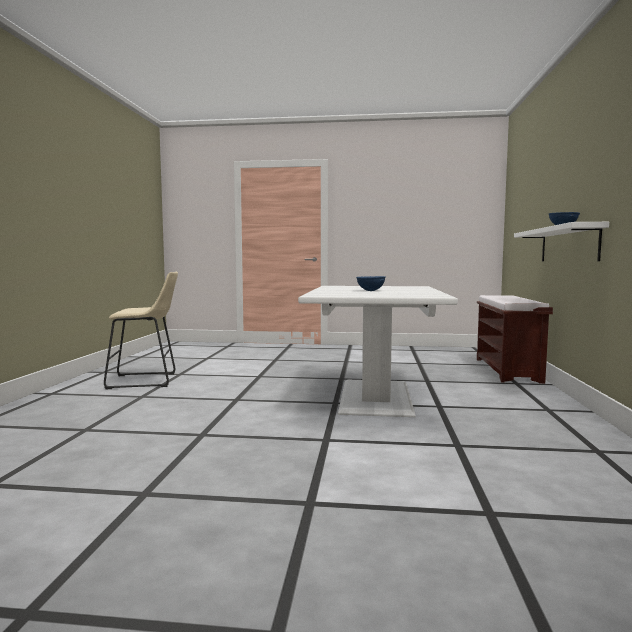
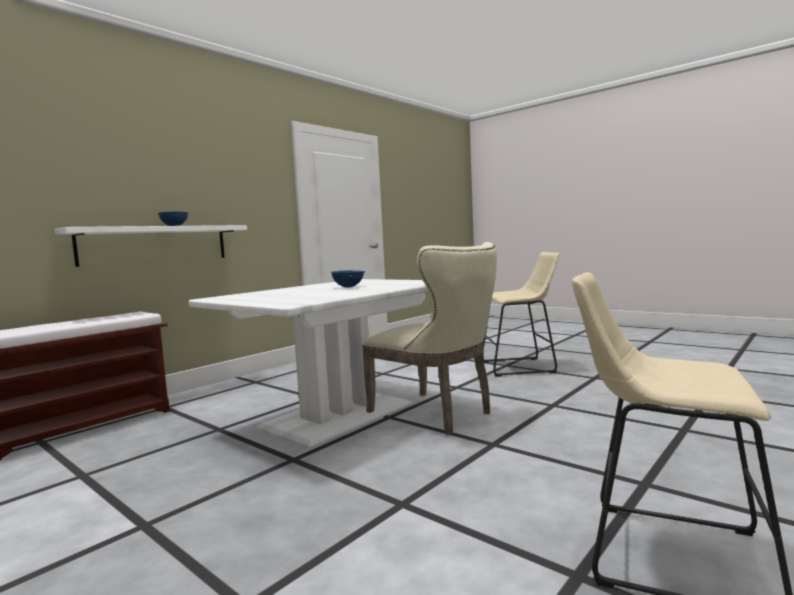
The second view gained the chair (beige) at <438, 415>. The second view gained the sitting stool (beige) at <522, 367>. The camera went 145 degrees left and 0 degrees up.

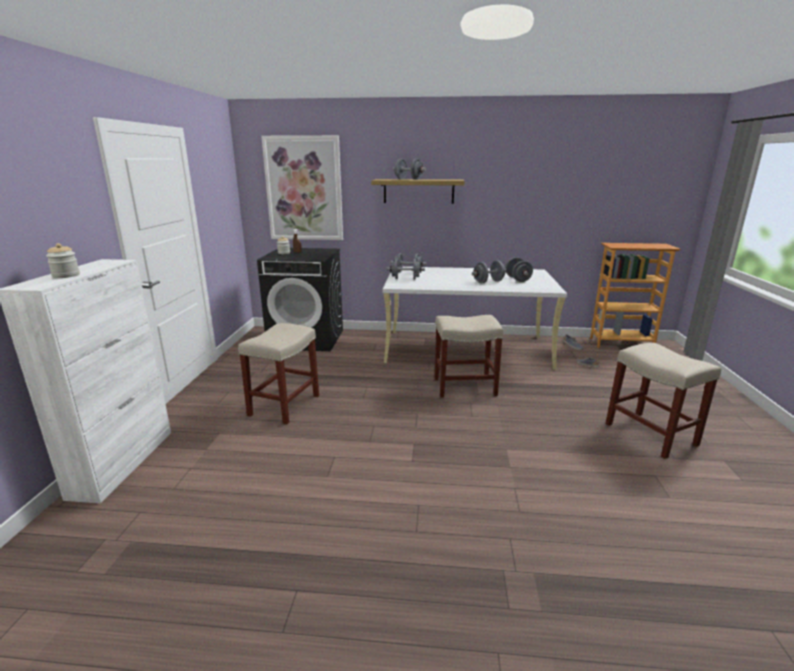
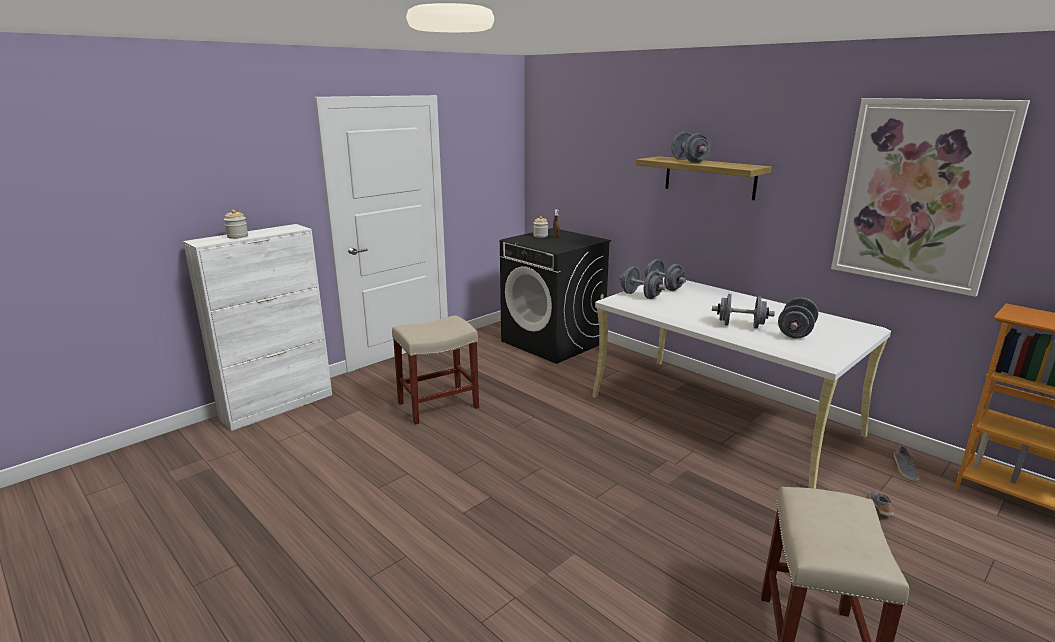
The picture ended up elsewhere, having gone from <304, 189> to <919, 194>. The second view lost the sitting stool (beige) at <463, 387>. The camera went 40 degrees right and 0 degrees up.

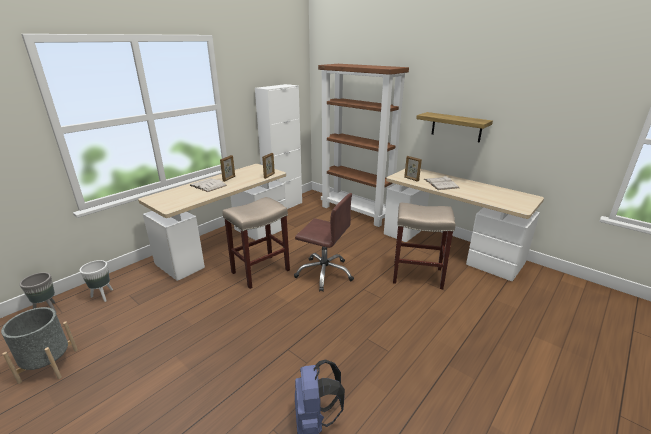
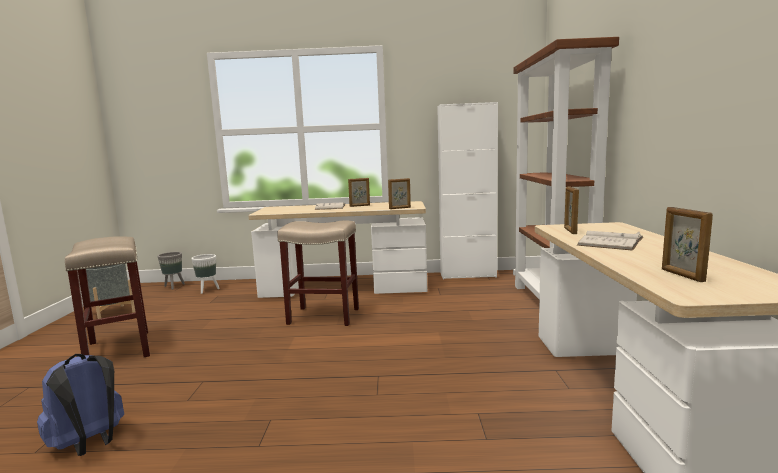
The second view lost the wall shelf at <456, 127>. The second view lost the office chair (brown-coloured) at <324, 273>. The sitting stool (beige) ended up elsewhere, having gone from <416, 275> to <118, 349>. The second view gained the photo frame at <682, 275>. The camera went 50 degrees right and 15 degrees down.

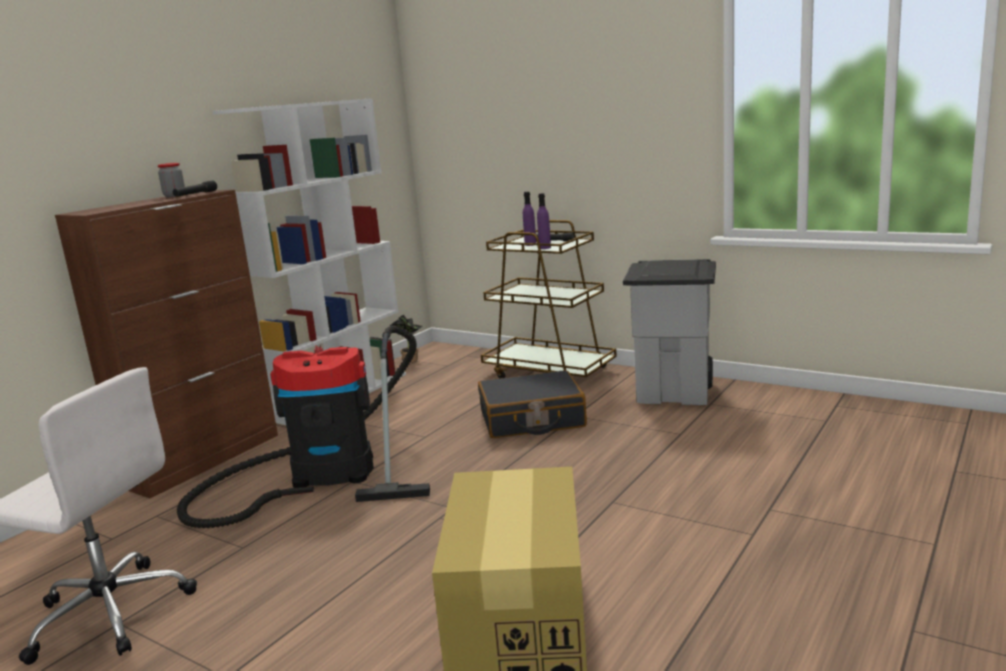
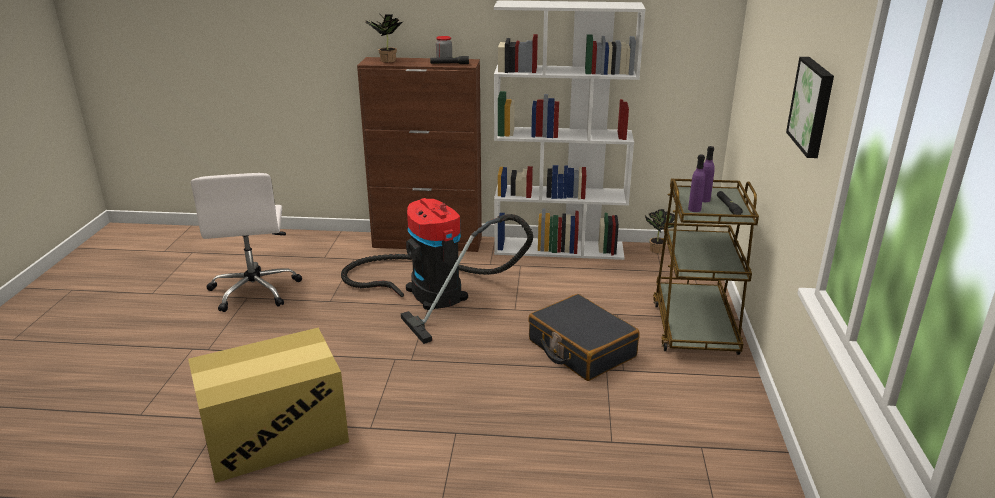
The second view lost the trash can (greyish) at <675, 393>. The second view gained the plant in a pot at <385, 61>. The second view gained the picture at <813, 106>. The camera went 60 degrees right and 10 degrees up.

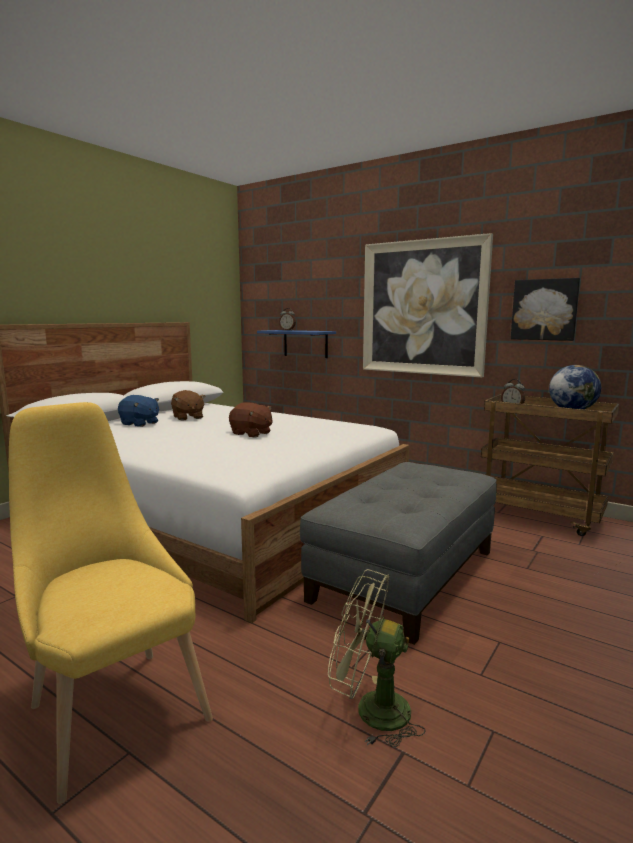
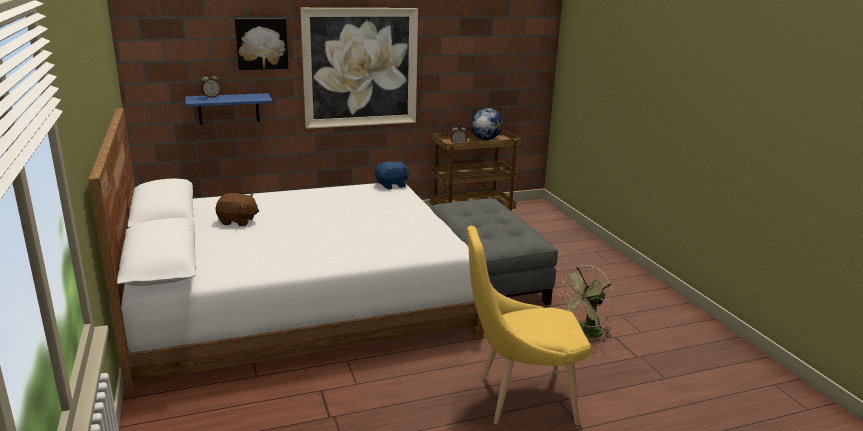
The picture ended up elsewhere, having gone from <544, 309> to <261, 43>. The plush toy (bluish) ended up elsewhere, having gone from <139, 423> to <392, 185>. The second view lost the plush toy (brown-coloured) at <251, 434>. The camera went 55 degrees left and 10 degrees up.

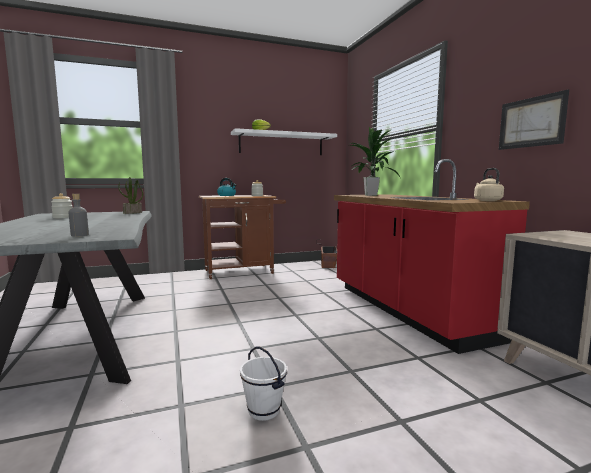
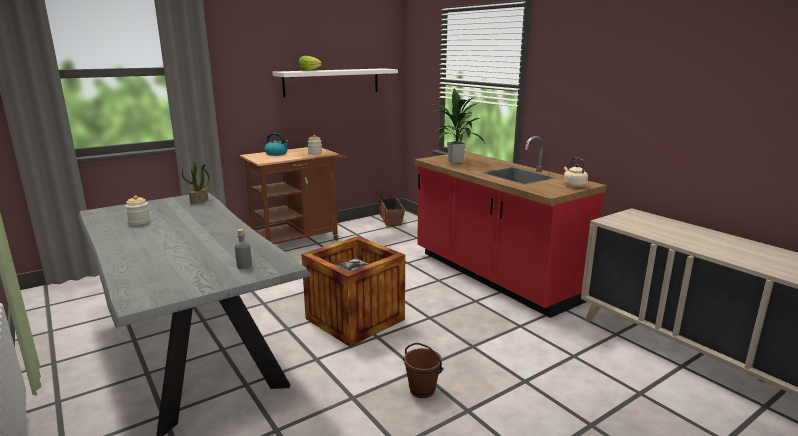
The second view lost the picture at <531, 122>. What was the pail (whitish) at <264, 410> turned into the pail (brown-coloured) at <422, 390>. The second view gained the crate at <355, 319>. The camera went 15 degrees left and 10 degrees up.

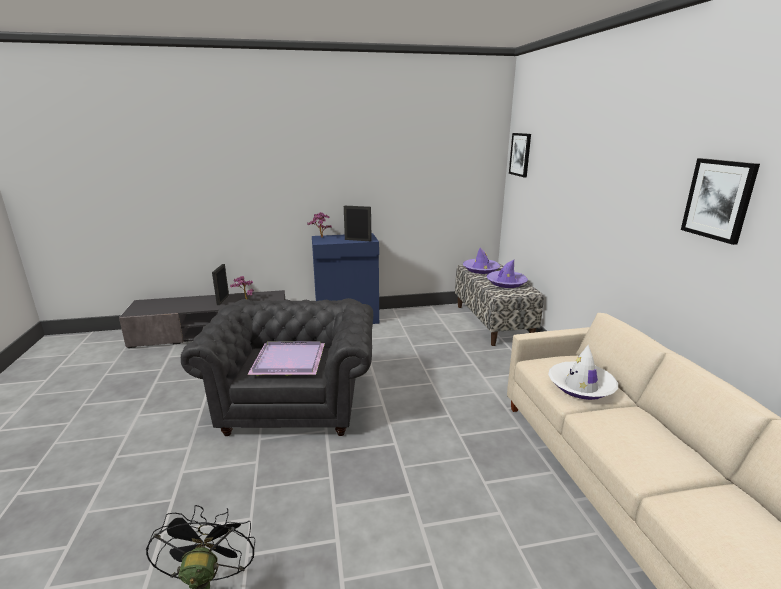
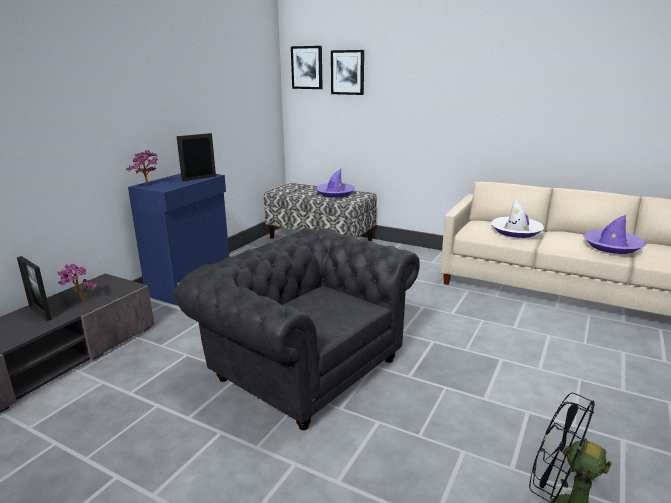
The picture ended up elsewhere, having gone from <719, 199> to <347, 72>. The clothing hat (purple-coloured) ended up elsewhere, having gone from <481, 269> to <612, 246>. The second view lost the tray (purple-coloured) at <287, 361>. The camera went 50 degrees left and 0 degrees up.

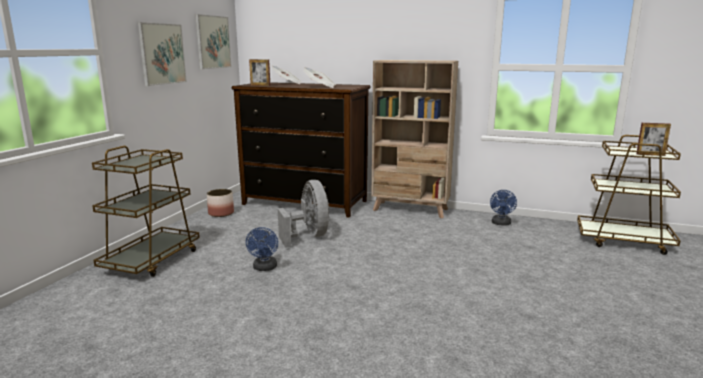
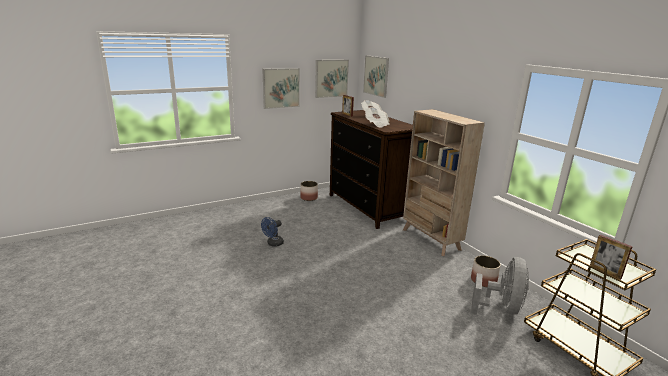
The second view lost the trolley (brown-coloured) at <152, 260>. The electric fan (greyish) ended up elsewhere, having gone from <309, 236> to <501, 308>. Where the electric fan (bluish) stood at <501, 224>, the planter came to stand at <483, 281>. The second view gained the picture at <376, 76>. The camera went 40 degrees right and 5 degrees up.

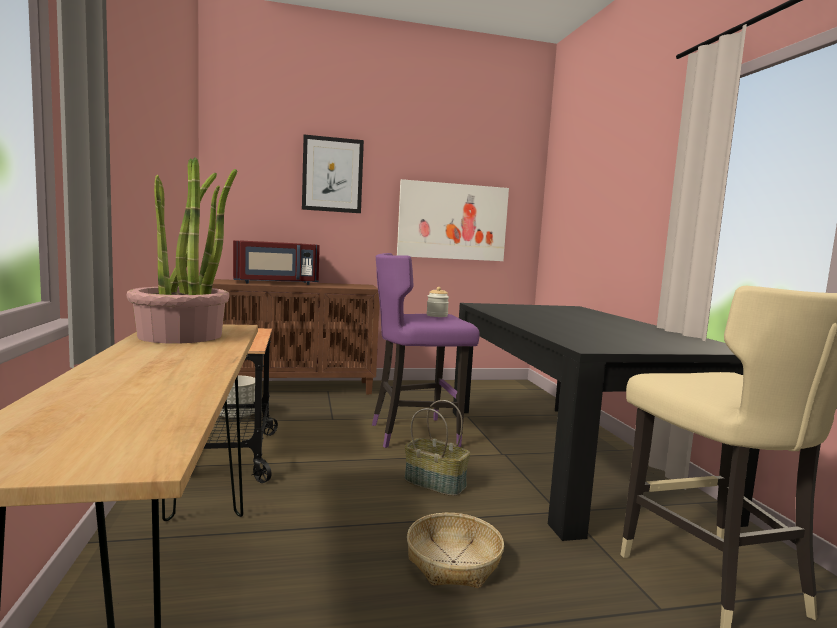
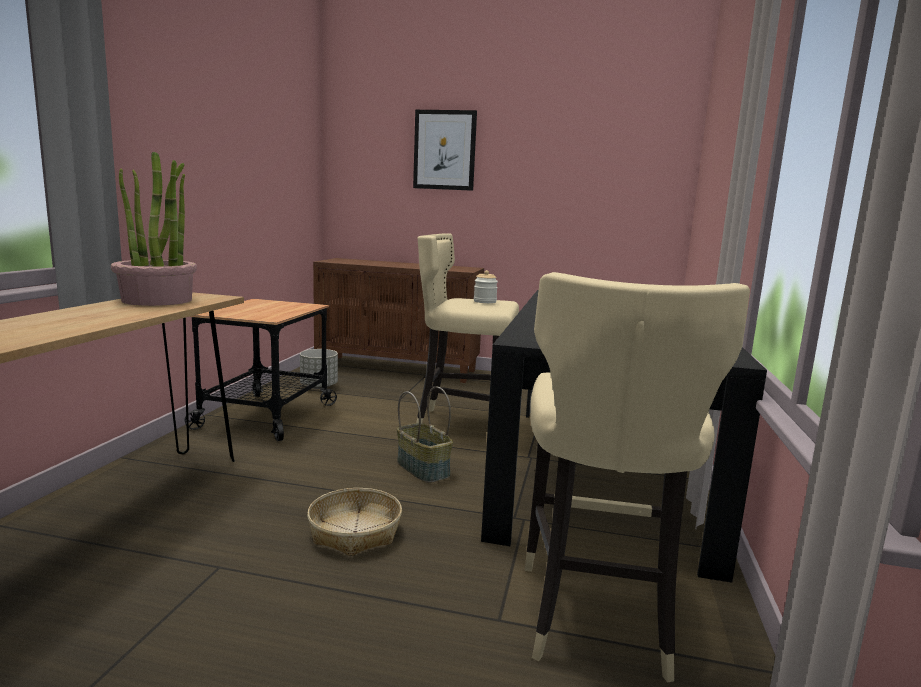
The second view lost the picture at <452, 221>. The second view lost the microwave (reddish) at <276, 283>. What was the sitting stool (purple-coloured) at <416, 433> turned into the sitting stool (beige) at <462, 424>. The camera went 25 degrees right and 5 degrees up.

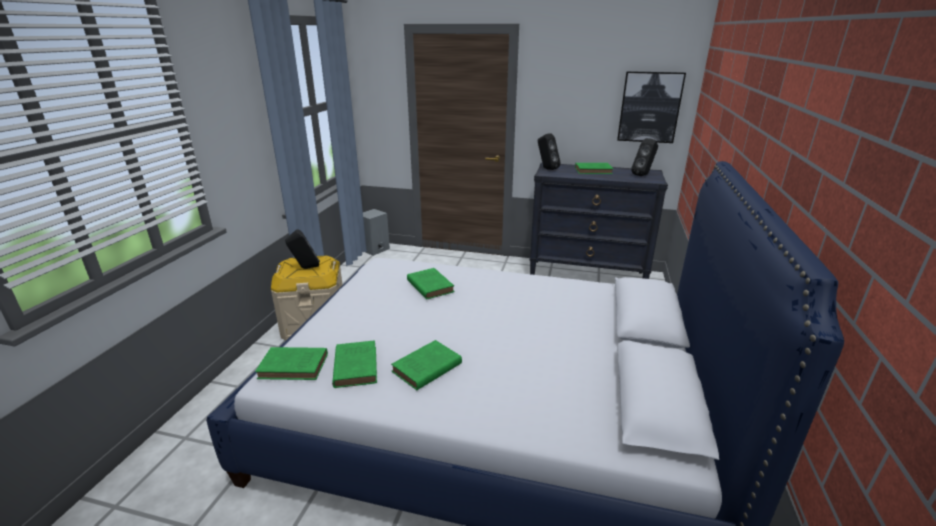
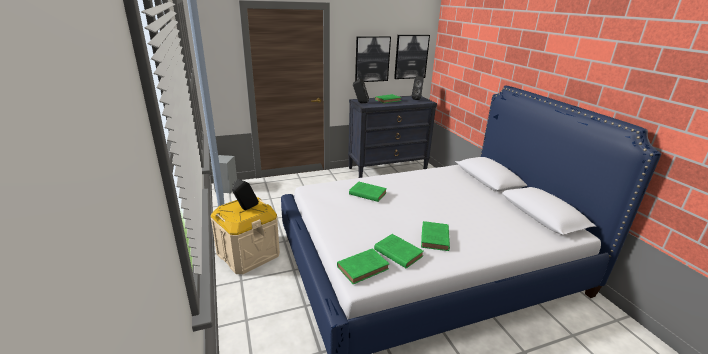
The second view gained the picture at <372, 59>. The camera went 35 degrees left and 0 degrees up.

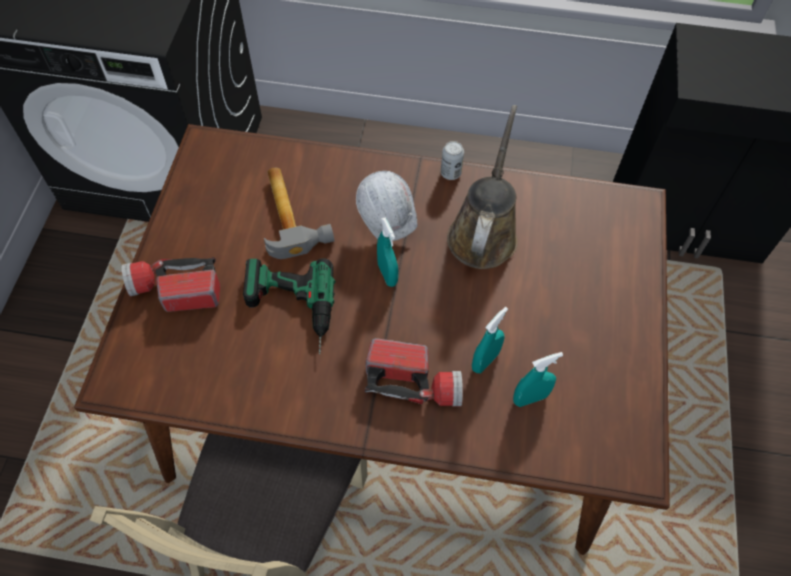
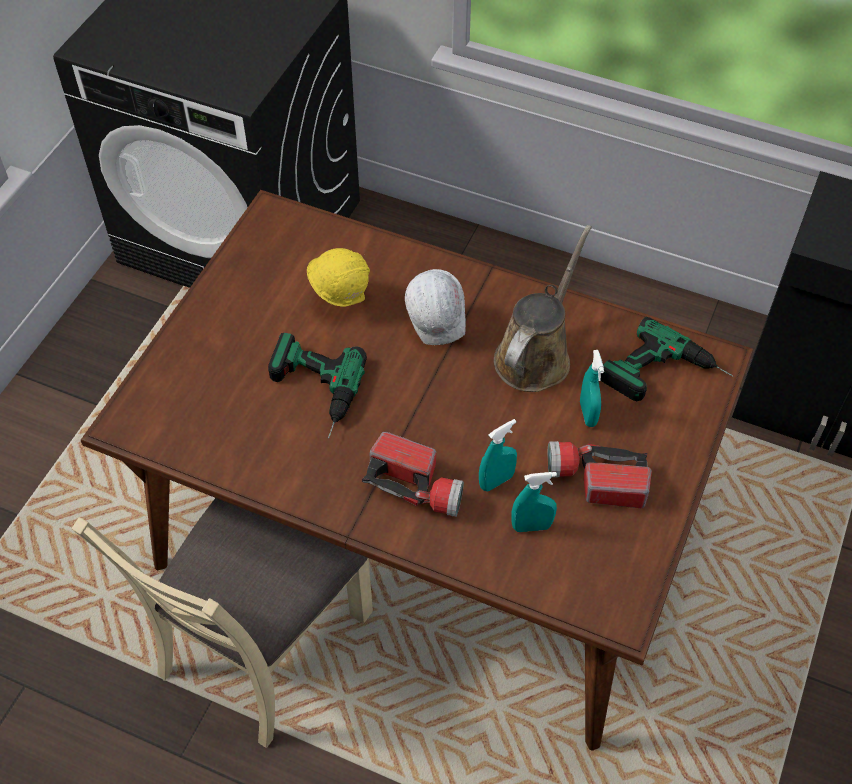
The second view lost the sealed can at <450, 173>. Where the hand hammer stood at <291, 214>, the safety helmet (yellow) came to stand at <340, 299>. The hand sprayer (turquoise-coloured) ended up elsewhere, having gone from <387, 274> to <588, 414>. The torch ended up elsewhere, having gone from <175, 290> to <595, 480>. The second view gained the power drill at <666, 377>. The camera went 15 degrees right and 5 degrees down.

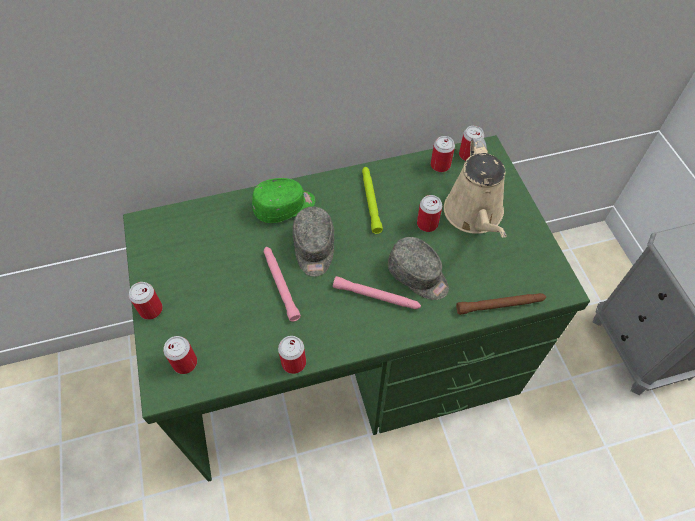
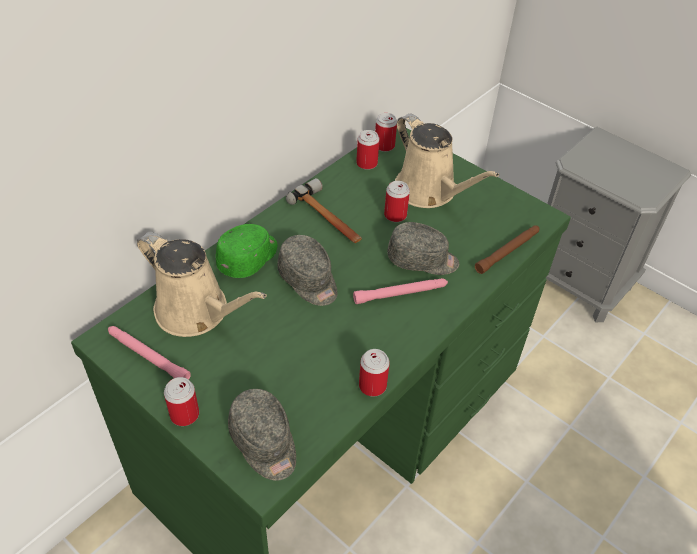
Where the torch (green-coloured) stood at <370, 201>, the hand hammer came to stand at <328, 218>. The torch (pinkish) ended up elsewhere, having gone from <280, 284> to <147, 356>. Where the sealed can stood at <185, 363>, the peaked cap (greyish) came to stand at <264, 443>. The second view gained the watering can (beige) at <197, 312>. The camera went 35 degrees left and 10 degrees down.

